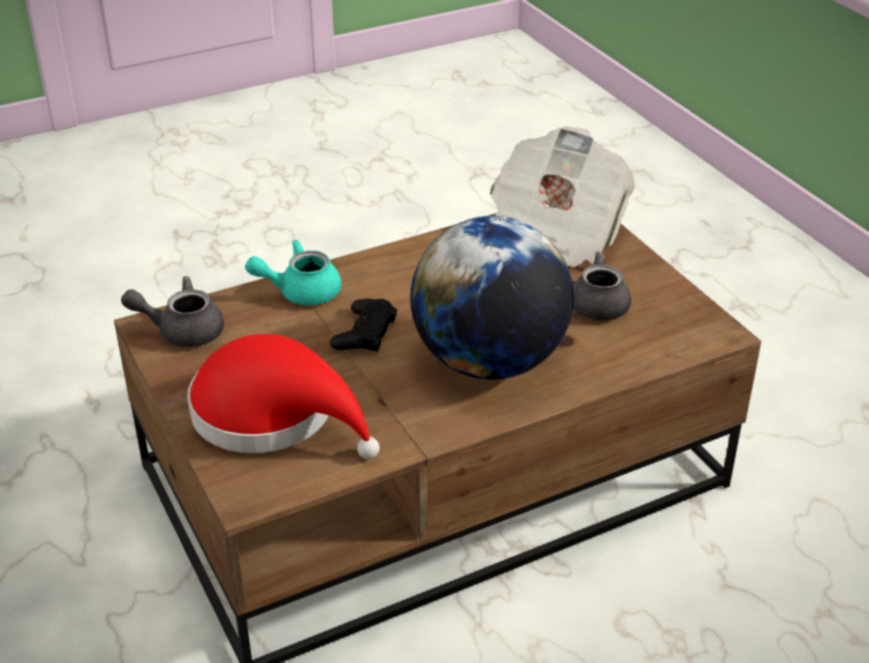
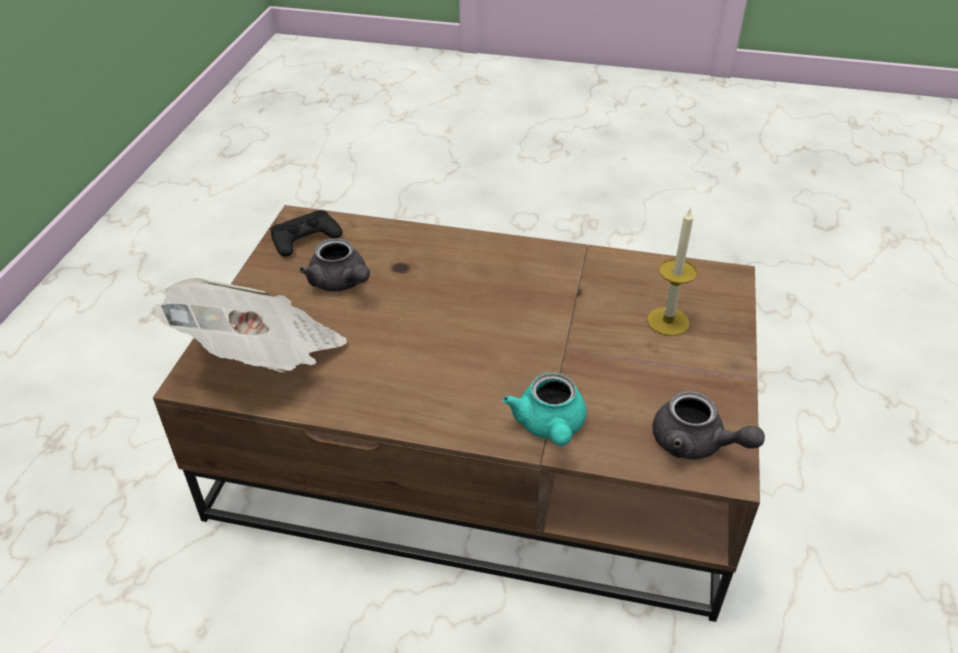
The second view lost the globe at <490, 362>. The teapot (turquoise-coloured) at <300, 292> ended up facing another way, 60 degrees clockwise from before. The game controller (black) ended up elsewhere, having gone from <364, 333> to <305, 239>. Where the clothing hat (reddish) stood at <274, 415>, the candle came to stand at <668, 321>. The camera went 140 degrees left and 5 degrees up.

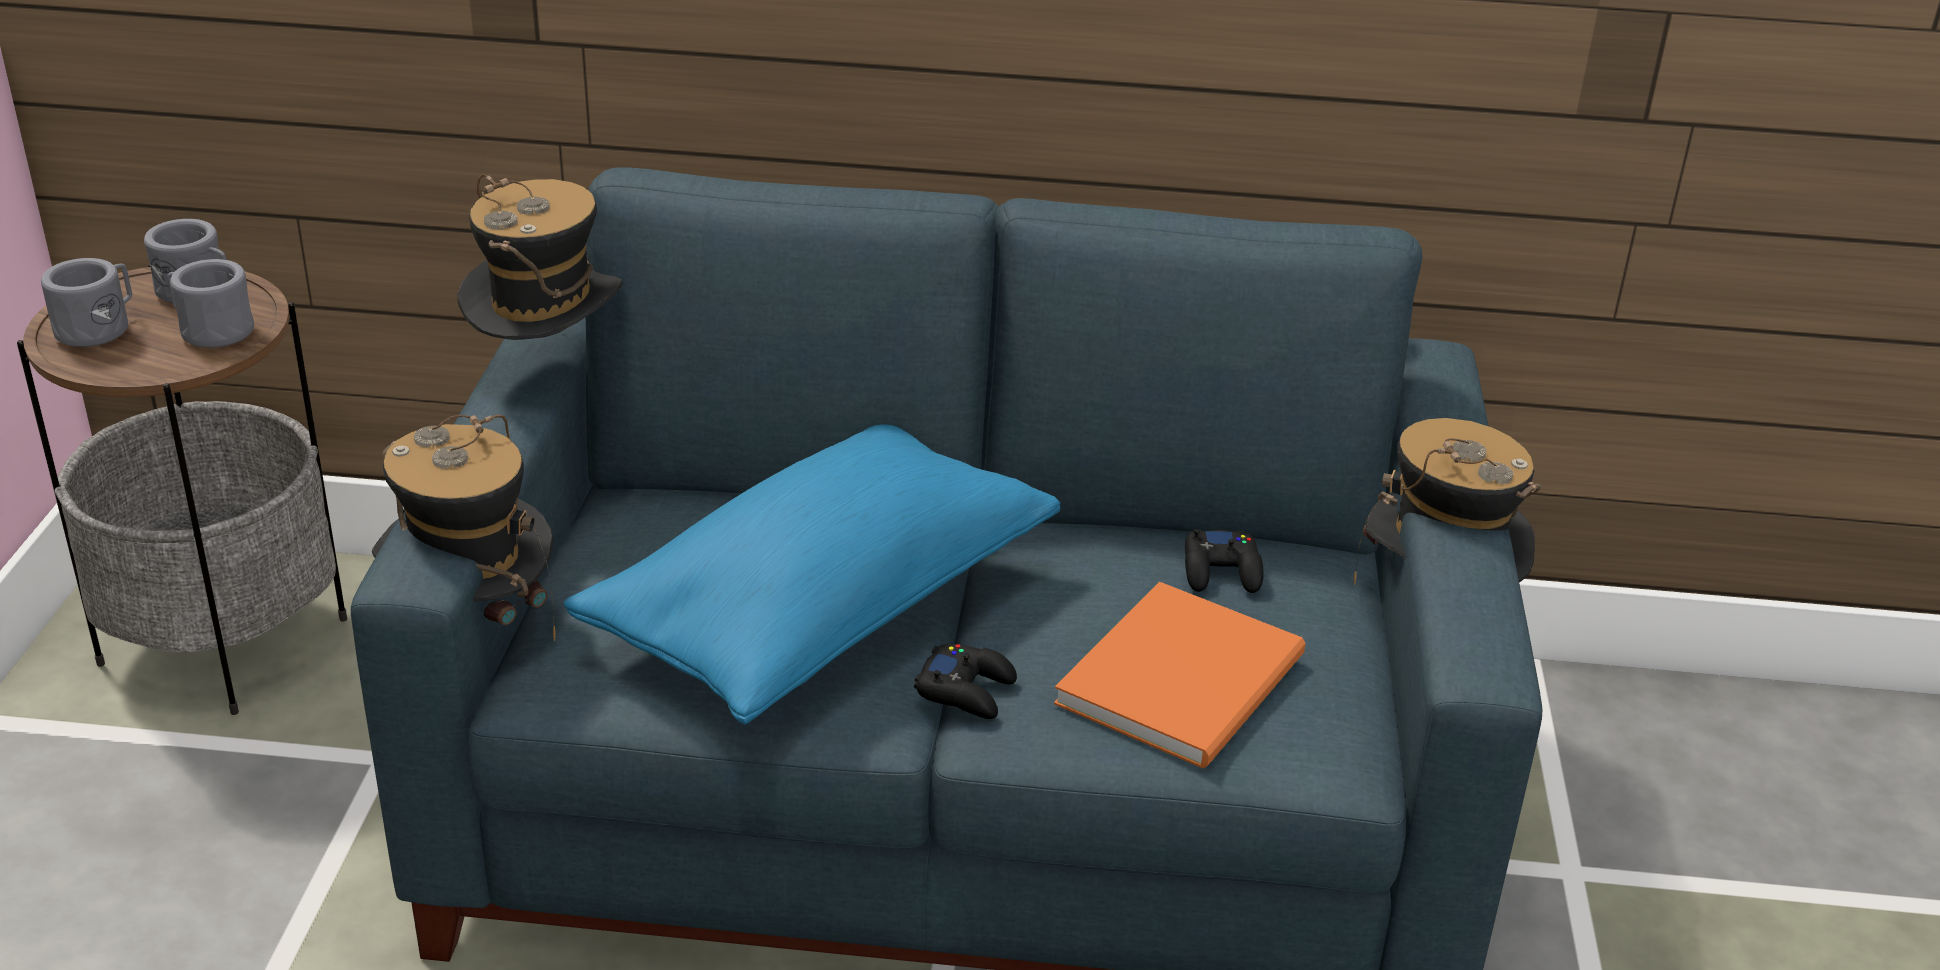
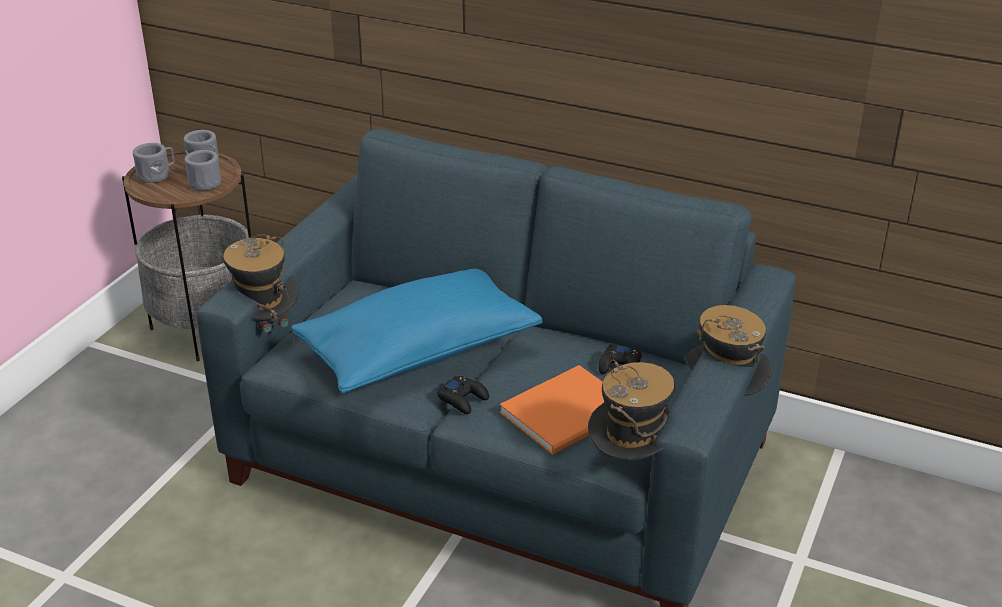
The clothing hat ended up elsewhere, having gone from <548, 370> to <632, 467>. The camera went 20 degrees right and 0 degrees up.

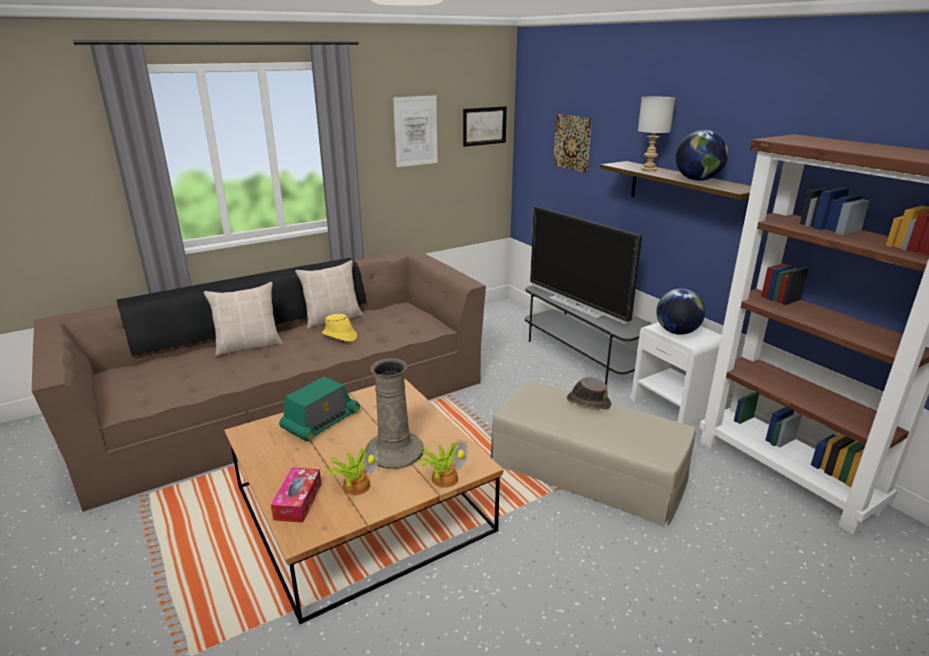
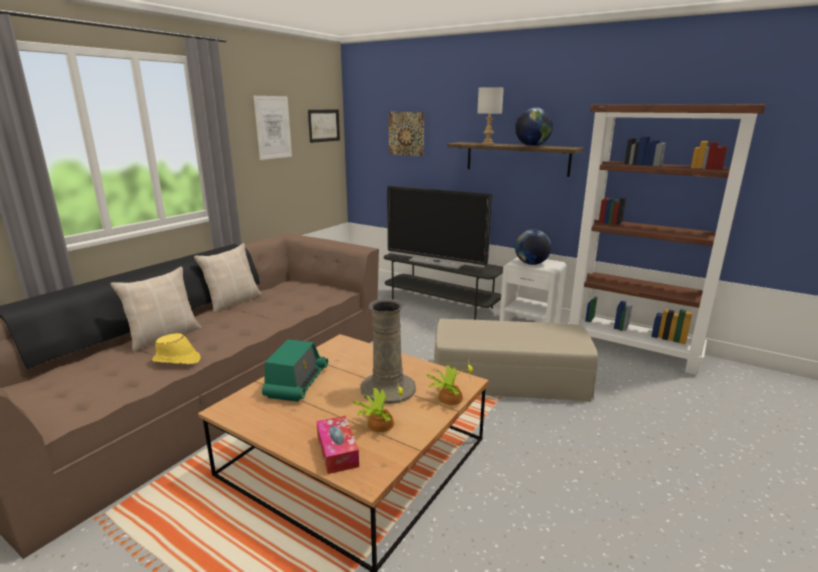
The clothing hat (yellow) ended up elsewhere, having gone from <339, 336> to <177, 360>. The second view lost the clothing hat (brown-coloured) at <588, 402>. The camera went 25 degrees left and 5 degrees down.

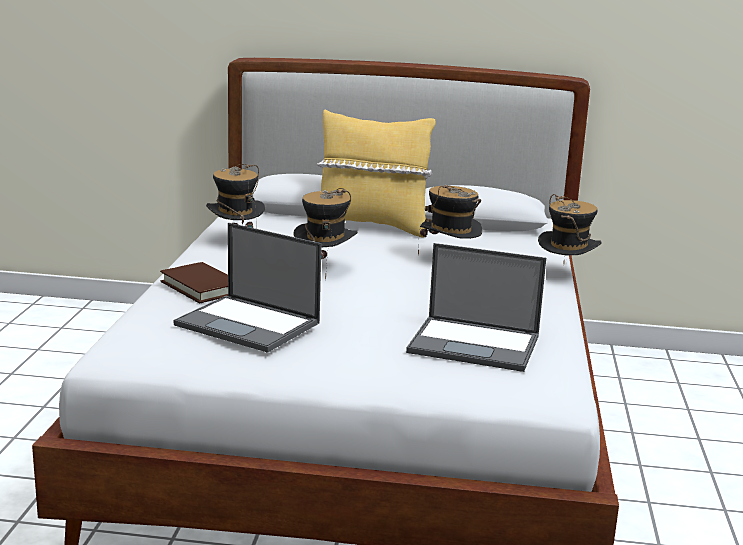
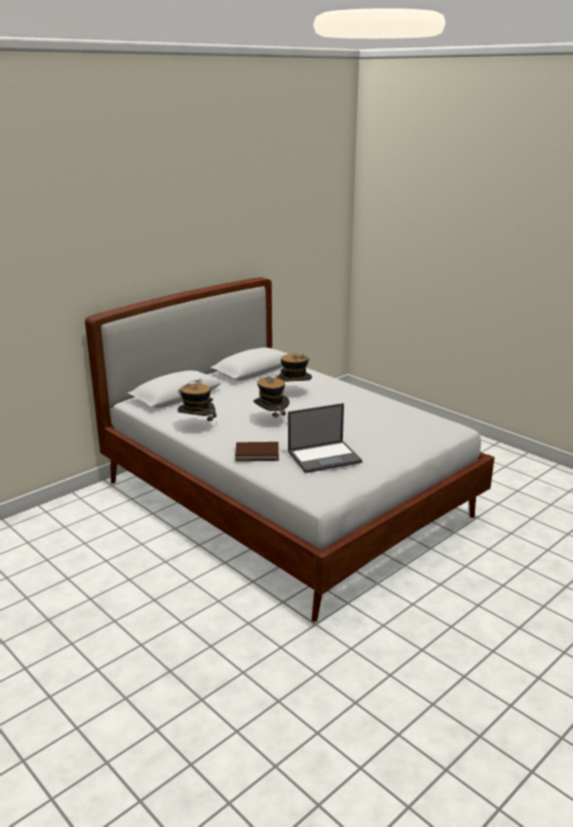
The second view lost the throw pillow (yellow) at <370, 226>. The second view lost the clothing hat at <565, 276>. The second view lost the notebook computer at <476, 344>. The camera went 50 degrees left and 5 degrees up.

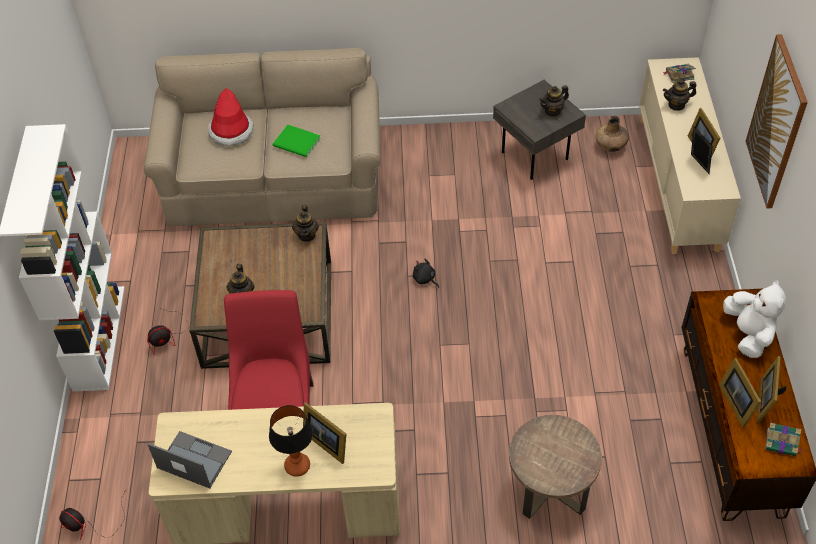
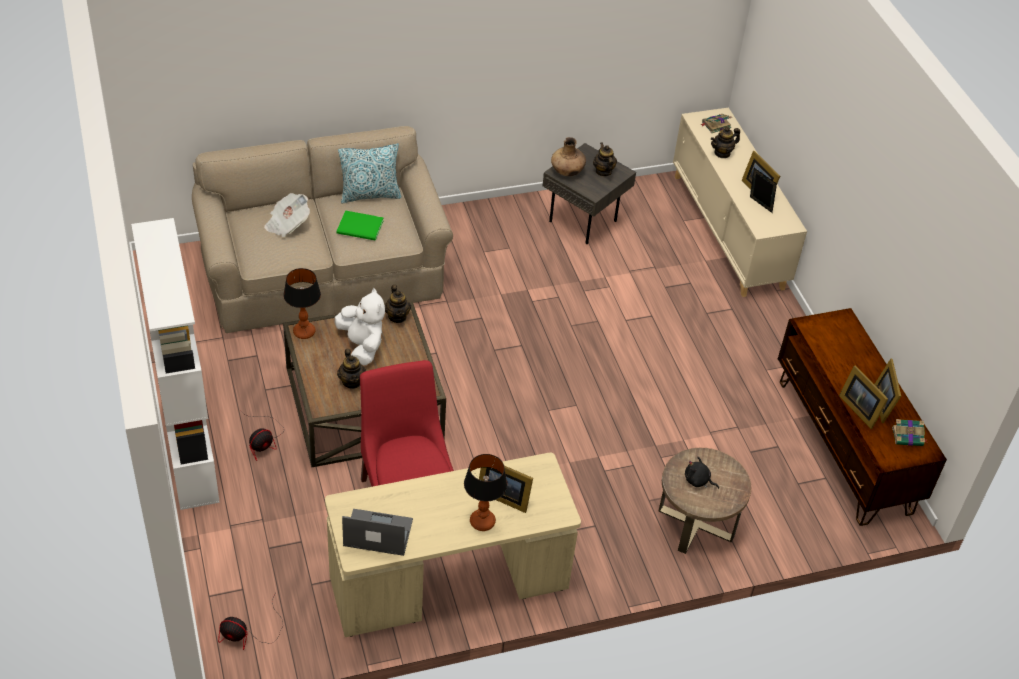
The second view lost the picture at <777, 123>. The teapot at <552, 111> ended up facing another way, 120 degrees clockwise from before. Where the clothing hat stood at <231, 132>, the printed paper came to stand at <287, 224>. The vase (brown-coloured) ended up elsewhere, having gone from <610, 146> to <567, 171>. The plush toy (black) ended up elsewhere, having gone from <425, 279> to <698, 481>. The plush toy (whitish) ended up elsewhere, having gone from <748, 334> to <362, 345>. The second view gained the throw pillow at <370, 195>. The second view gained the lamp for a table at <304, 332>. The camera went 20 degrees left and 5 degrees down.

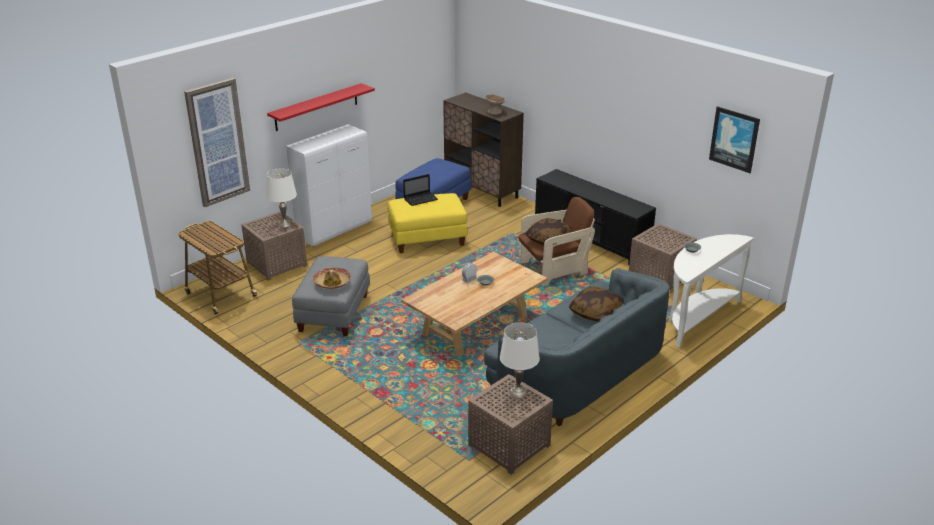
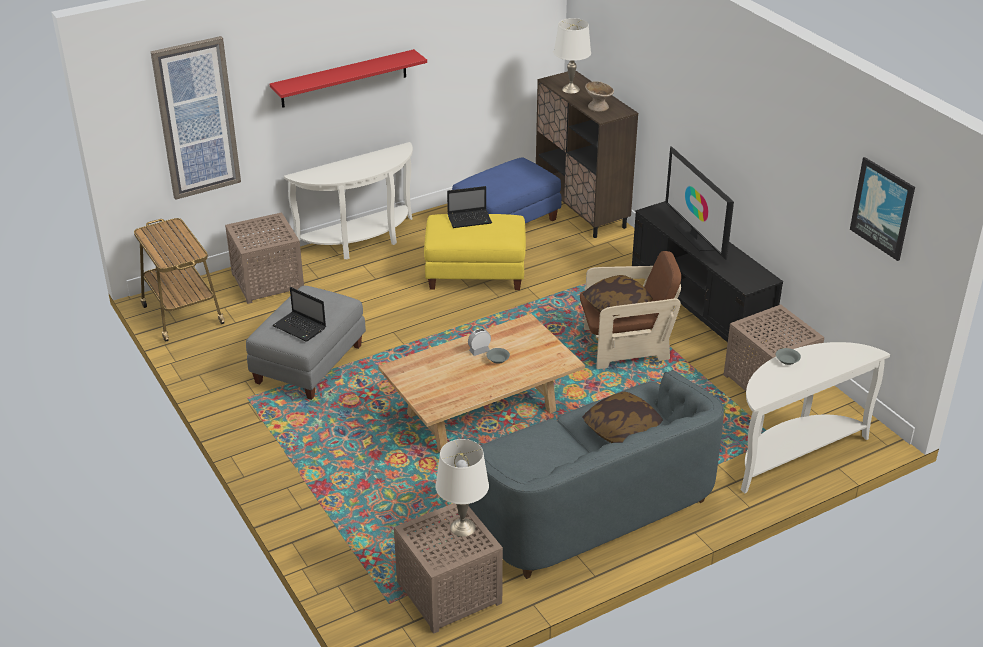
Where the cabinet (whitish) stood at <335, 230>, the hall table (whitish) came to stand at <361, 242>. The lamp for a table (whitish) ended up elsewhere, having gone from <284, 224> to <570, 89>. Where the clothing hat stood at <332, 282>, the notebook computer came to stand at <300, 327>. The second view gained the television at <695, 236>. The camera went 15 degrees right and 5 degrees up.

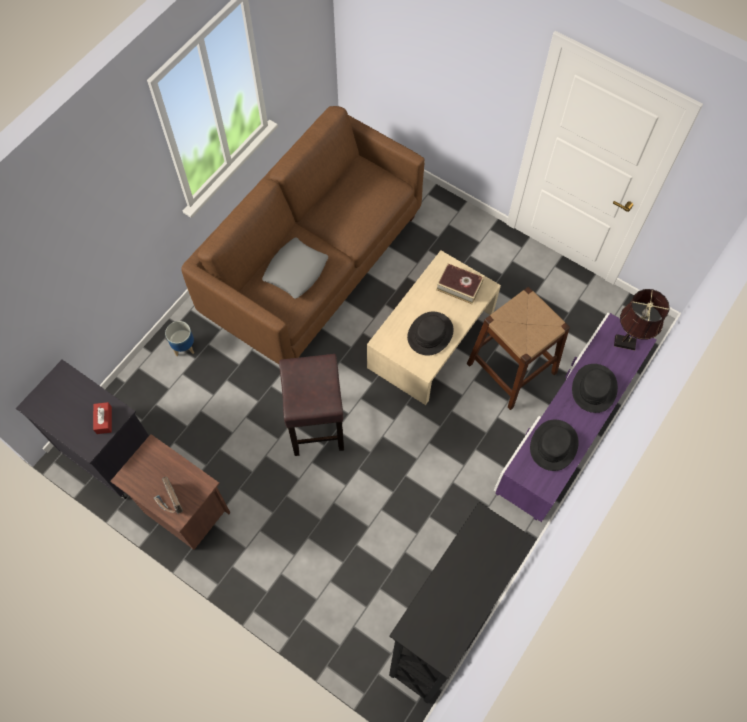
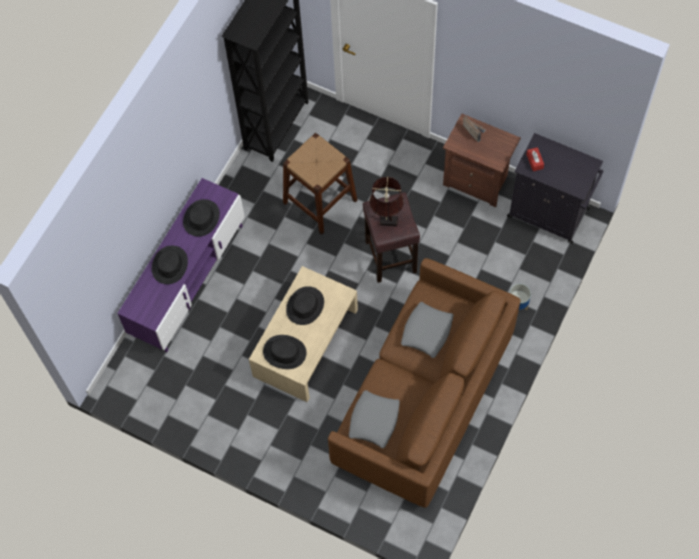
Where the bound book stood at <459, 286>, the clothing hat (black) came to stand at <284, 352>. The sitting stool (brown-coloured) ended up elsewhere, having gone from <511, 368> to <320, 201>. The lamp for a table (brown-coloured) ended up elsewhere, having gone from <627, 343> to <386, 221>. The second view gained the throw pillow (greyish) at <374, 421>. The camera went 175 degrees right and 0 degrees up.

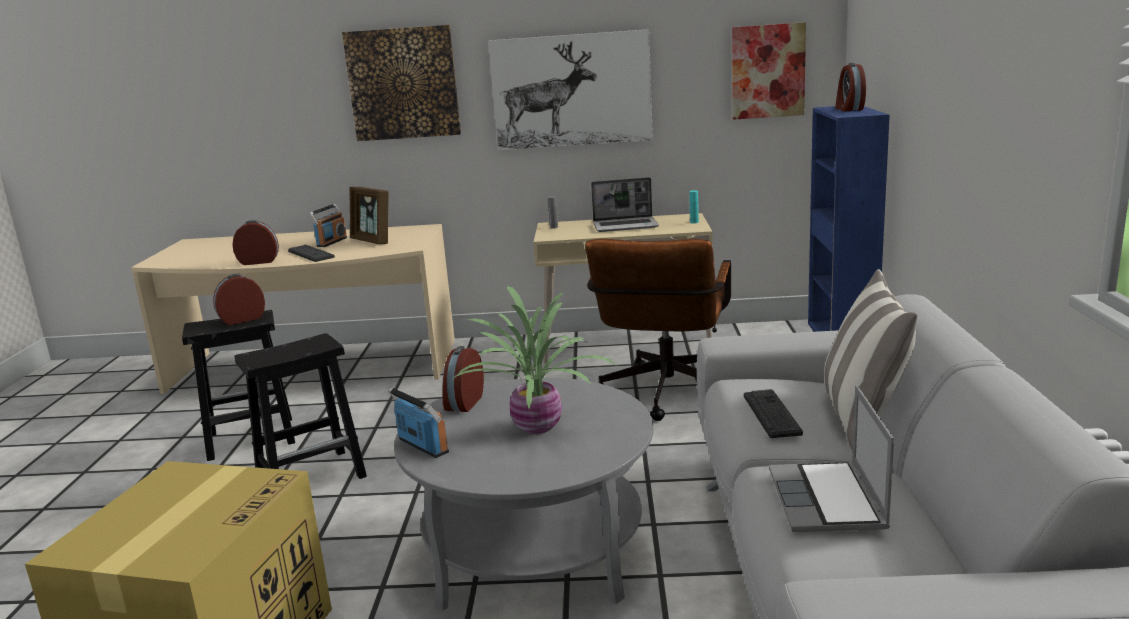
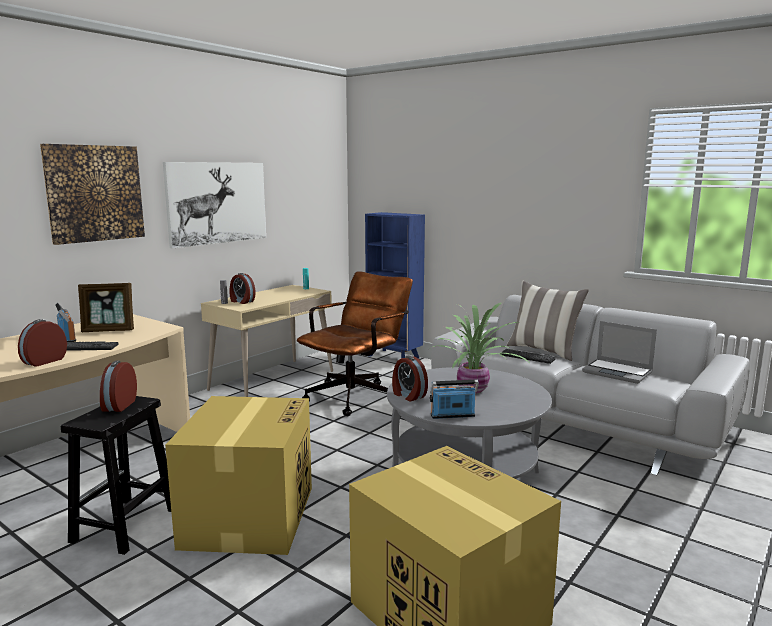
The second view lost the picture at <768, 71>. The bedside clock ended up elsewhere, having gone from <848, 109> to <242, 301>. The second view lost the notebook computer at <626, 226>. The office chair (brown-coloured) at <665, 397> ended up facing another way, 105 degrees counterclockwise from before. Where the sitting stool (black) stood at <312, 476>, the carton came to stand at <249, 515>. The camera went 55 degrees left and 5 degrees down.

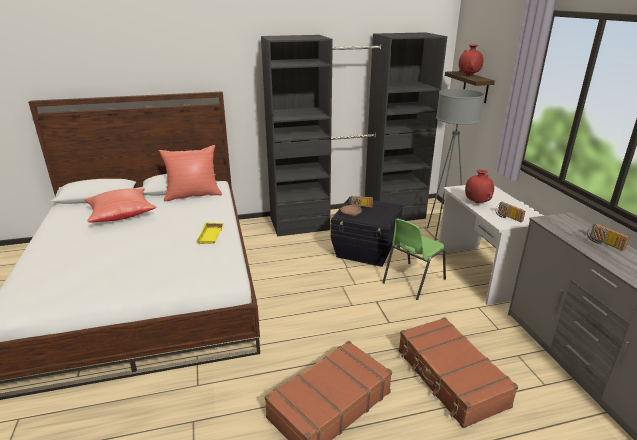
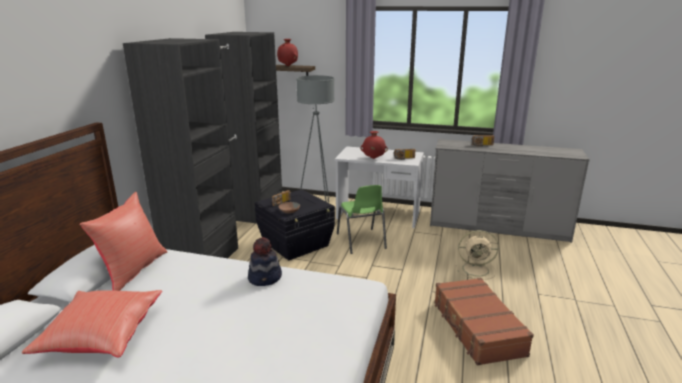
Where the tray (yellow) stood at <212, 236>, the clothing hat came to stand at <265, 278>. Where the piece of luggage (brown-coloured) stood at <450, 378>, the electric fan (beige) came to stand at <476, 269>. The camera went 60 degrees left and 5 degrees down.

